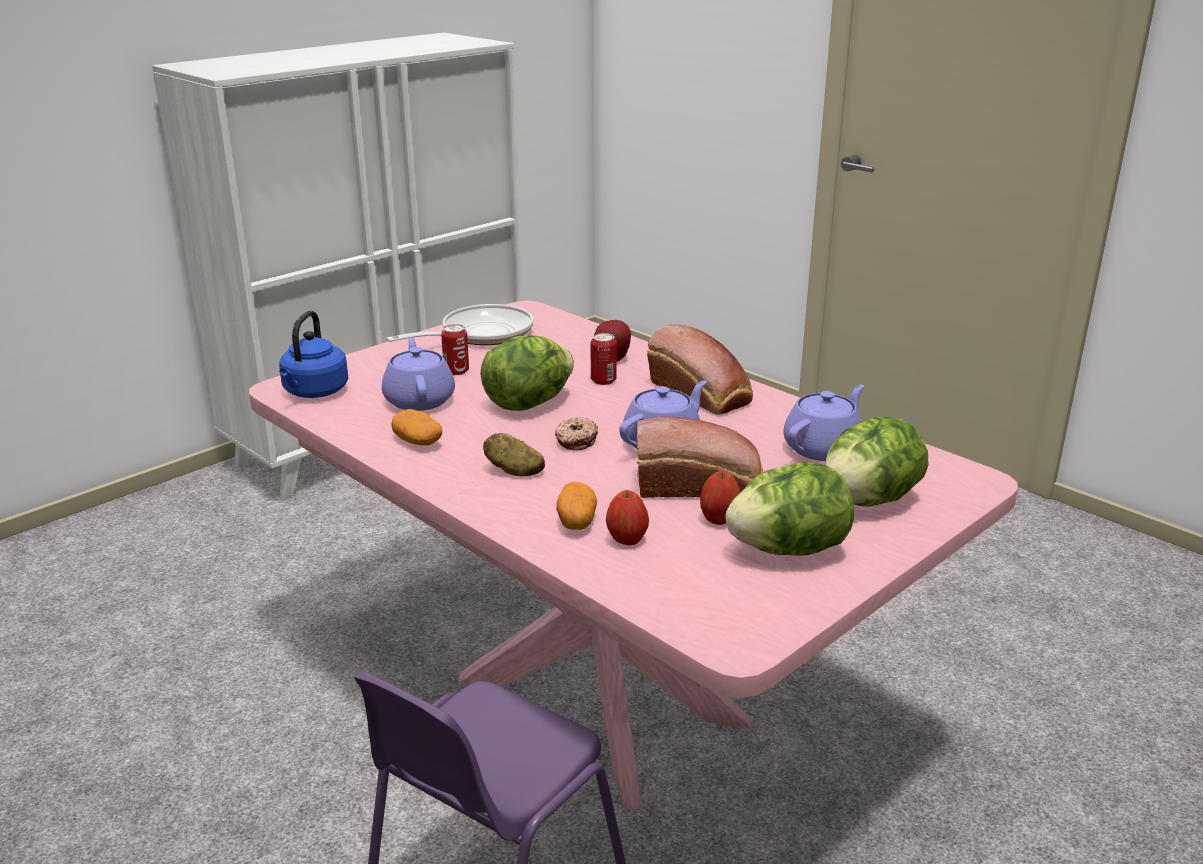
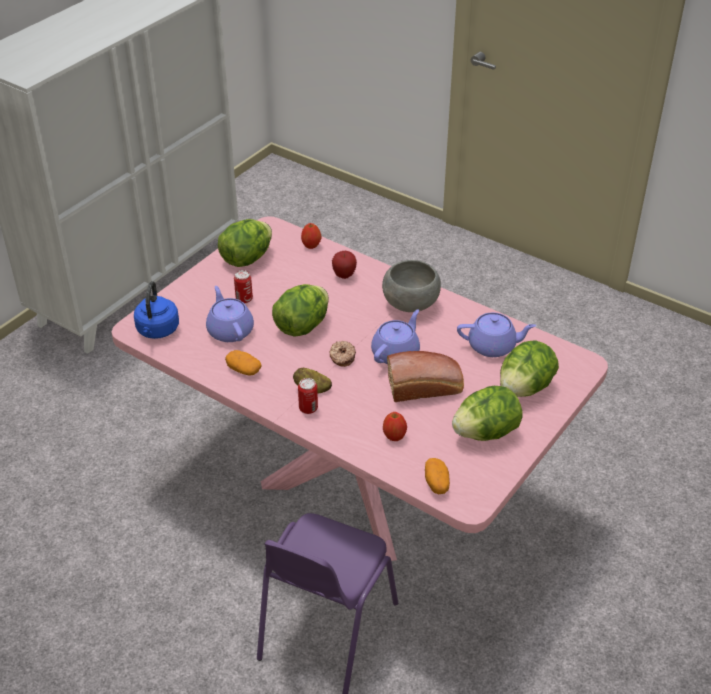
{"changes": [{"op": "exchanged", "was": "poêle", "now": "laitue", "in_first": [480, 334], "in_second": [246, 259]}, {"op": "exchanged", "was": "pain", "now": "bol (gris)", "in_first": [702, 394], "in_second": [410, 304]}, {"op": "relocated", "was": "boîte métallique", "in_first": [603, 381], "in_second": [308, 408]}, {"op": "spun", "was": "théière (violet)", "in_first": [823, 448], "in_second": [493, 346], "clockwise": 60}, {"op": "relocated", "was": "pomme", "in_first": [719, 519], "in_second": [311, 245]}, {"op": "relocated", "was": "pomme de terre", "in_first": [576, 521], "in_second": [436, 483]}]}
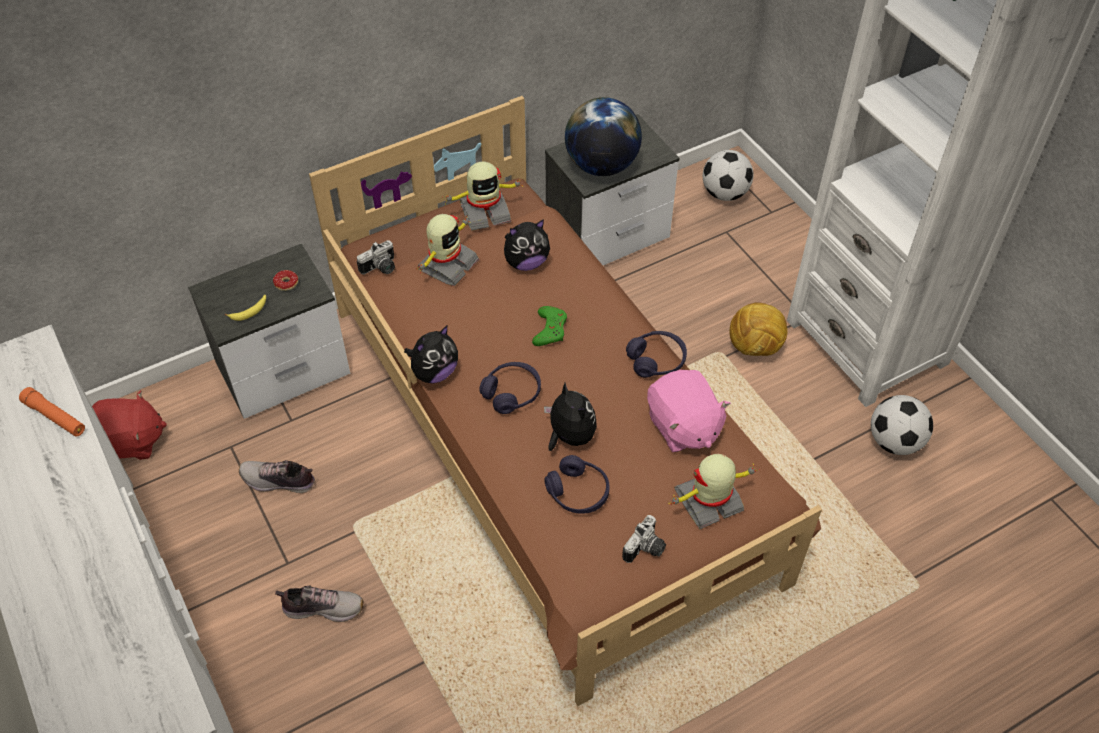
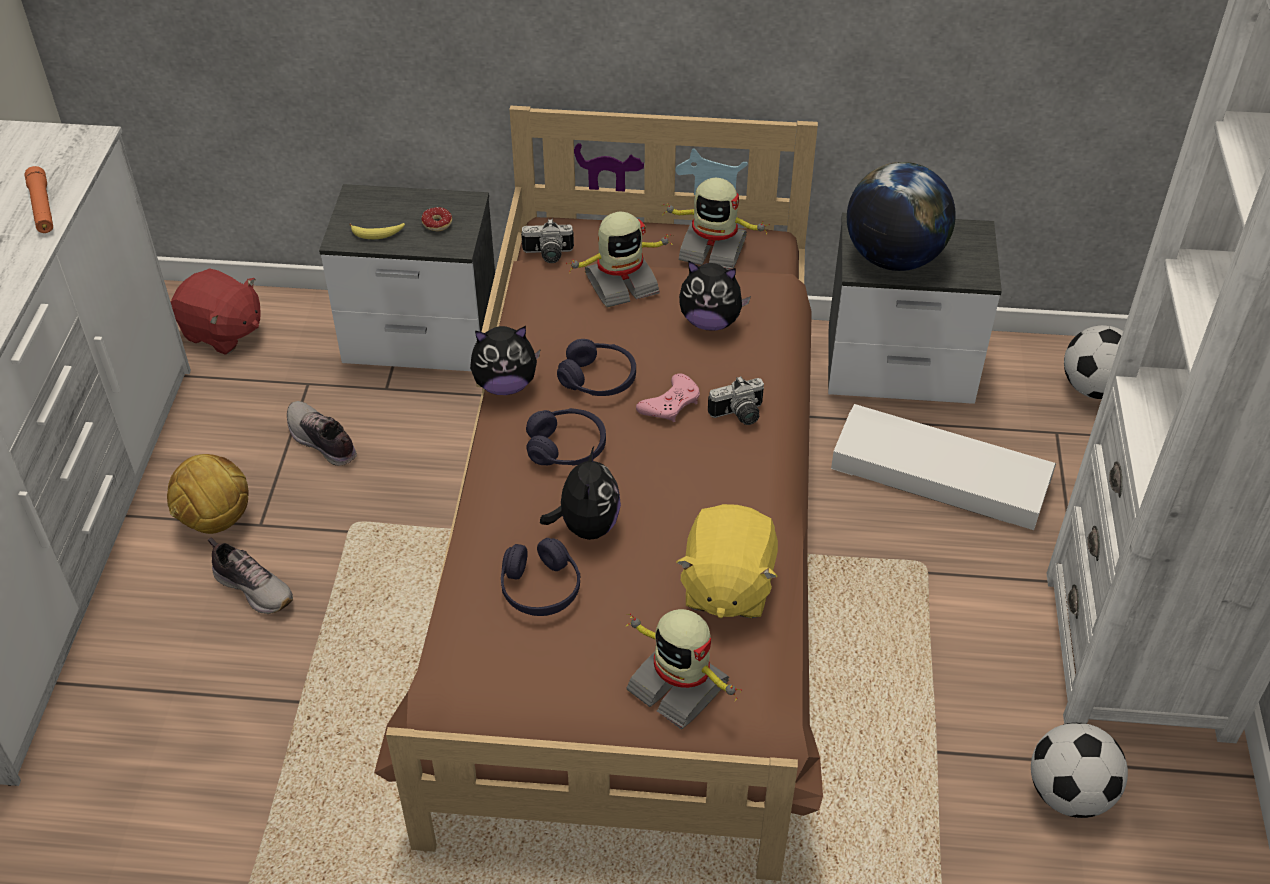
{"changes": [{"op": "relocated", "was": "ballon de foot", "in_first": [755, 348], "in_second": [216, 520]}, {"op": "colour", "was": "manette (vert)", "now": "manette (rose)", "in_first": [550, 329], "in_second": [671, 403]}, {"op": "relocated", "was": "casque audio (violet)", "in_first": [656, 360], "in_second": [598, 379]}, {"op": "colour", "was": "peluche (rose)", "now": "peluche (jaune)", "in_first": [682, 427], "in_second": [726, 586]}, {"op": "spun", "was": "robot jouet", "in_first": [709, 502], "in_second": [679, 685], "clockwise": -150}, {"op": "relocated", "was": "appareil photo", "in_first": [646, 549], "in_second": [739, 415]}, {"op": "appeared", "now": "boîte de rangement (blanc)", "in_second": [939, 475]}]}
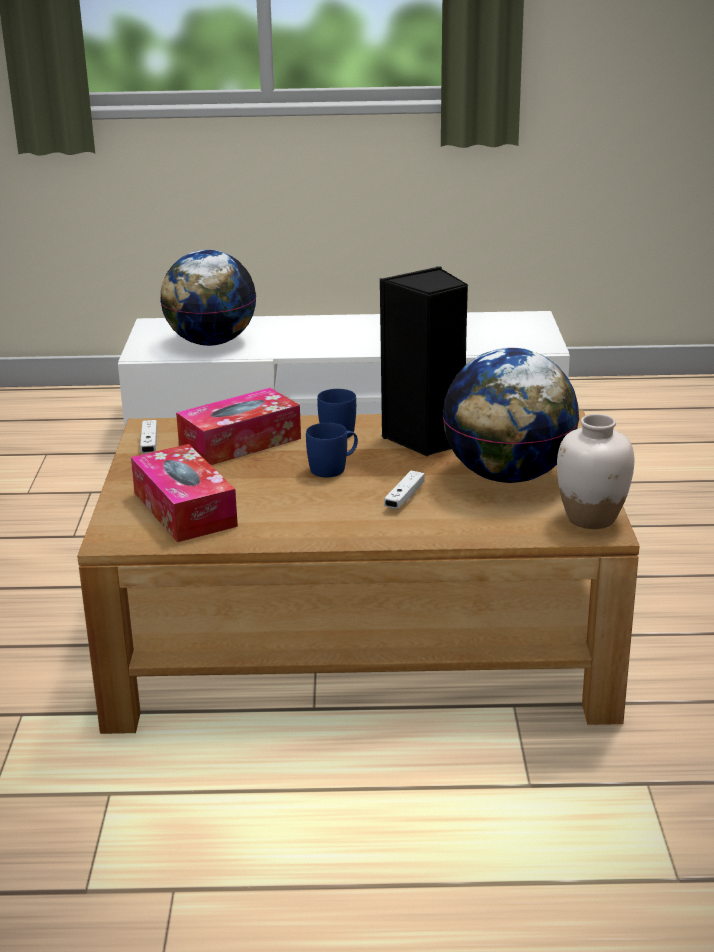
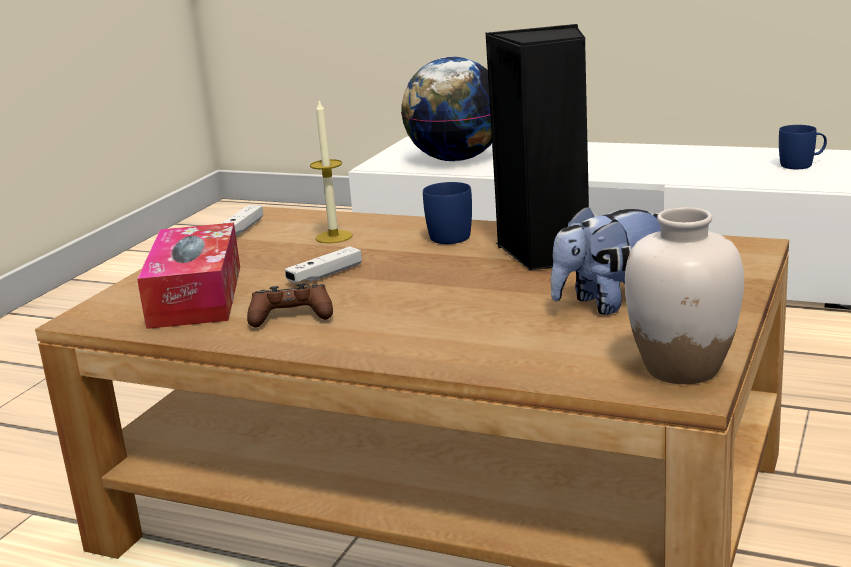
{"changes": [{"op": "exchanged", "was": "globe", "now": "peluche", "in_first": [507, 476], "in_second": [612, 303]}, {"op": "exchanged", "was": "boîte à mouchoirs", "now": "bougie", "in_first": [240, 442], "in_second": [334, 237]}, {"op": "relocated", "was": "mug (bleu)", "in_first": [334, 468], "in_second": [802, 164]}, {"op": "relocated", "was": "manette (blanc)", "in_first": [404, 498], "in_second": [325, 275]}, {"op": "appeared", "now": "manette (marron)", "in_second": [291, 316]}]}
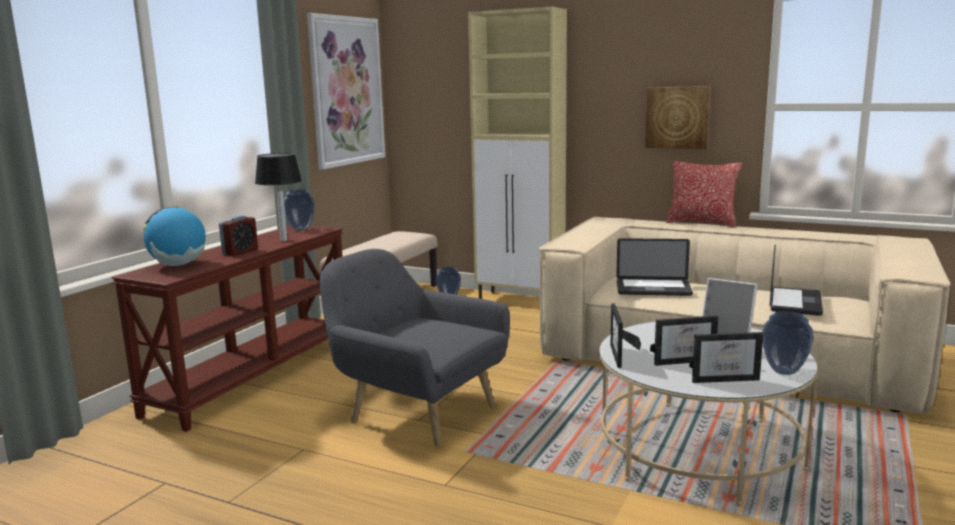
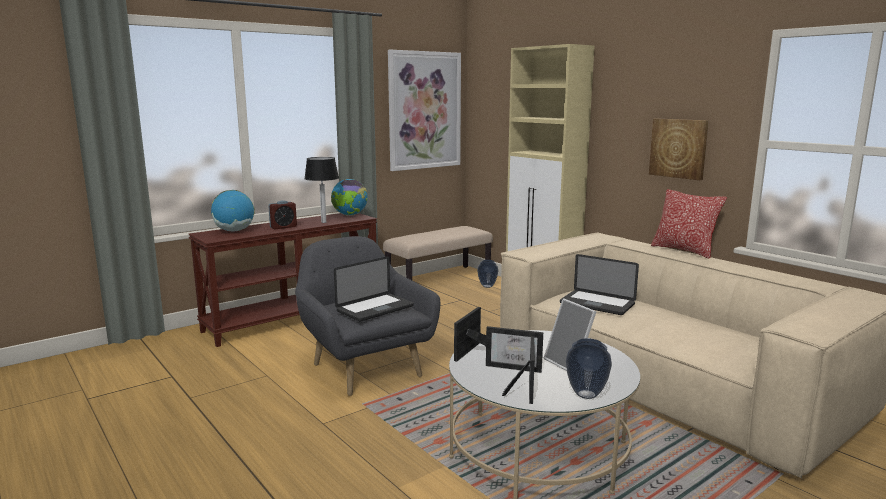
{"changes": [{"op": "exchanged", "was": "vase", "now": "globe", "in_first": [301, 229], "in_second": [350, 215]}, {"op": "relocated", "was": "ordinateur portable", "in_first": [795, 302], "in_second": [375, 308]}, {"op": "spun", "was": "cadre photo", "in_first": [724, 378], "in_second": [524, 388], "clockwise": -105}]}
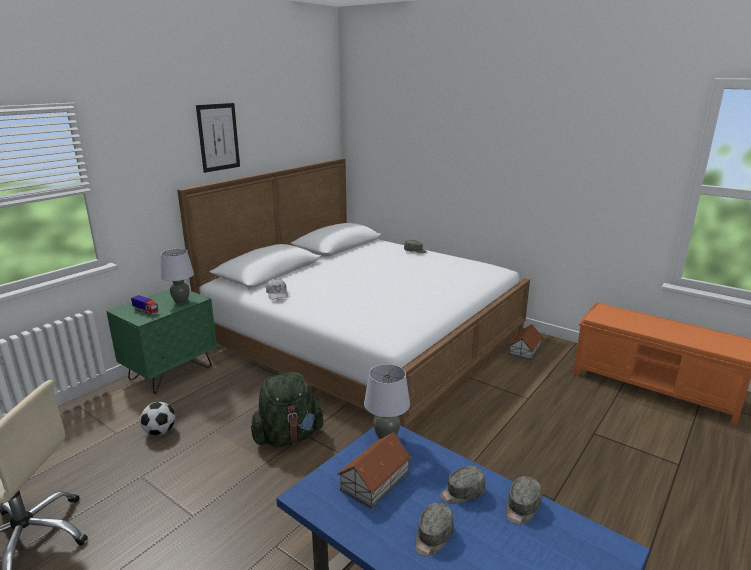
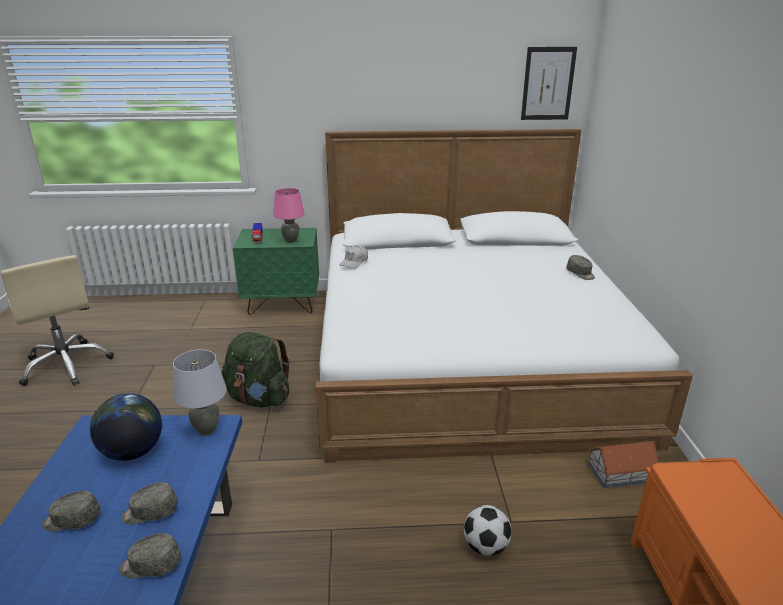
{"changes": [{"op": "relocated", "was": "tableau", "in_first": [218, 137], "in_second": [548, 84]}, {"op": "colour", "was": "lampe de table (gris)", "now": "lampe de table (rose)", "in_first": [181, 301], "in_second": [291, 240]}, {"op": "relocated", "was": "ballon de foot", "in_first": [160, 432], "in_second": [486, 546]}, {"op": "exchanged", "was": "maison miniature", "now": "globe", "in_first": [374, 482], "in_second": [133, 452]}, {"op": "spun", "was": "casquette (gris)", "in_first": [462, 493], "in_second": [150, 512], "clockwise": -45}]}
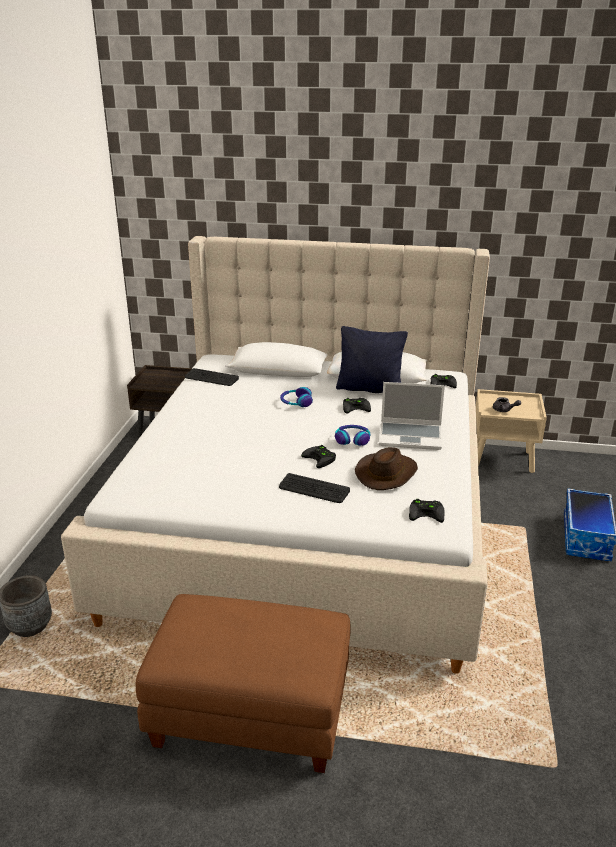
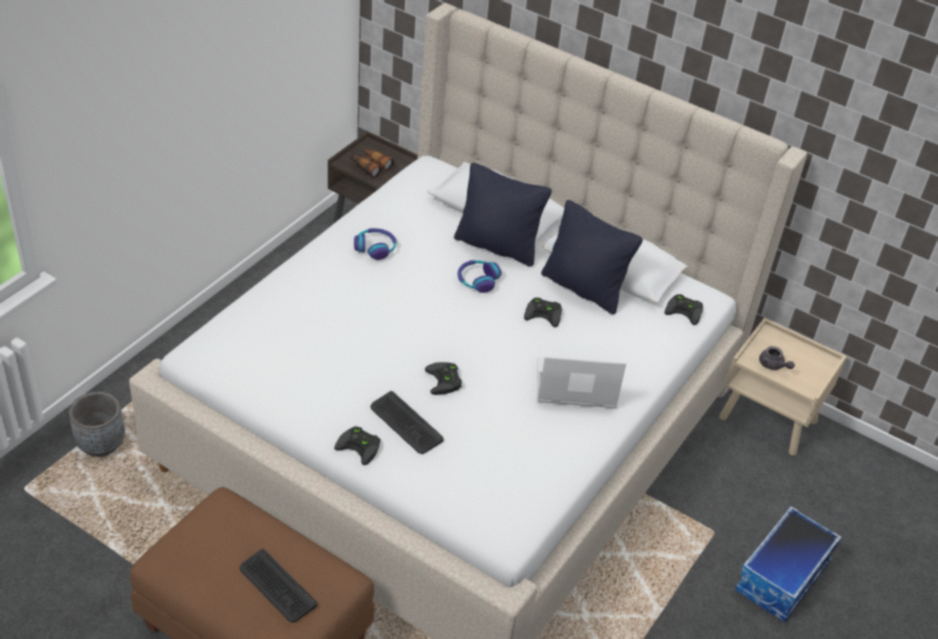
{"changes": [{"op": "relocated", "was": "clavier", "in_first": [211, 378], "in_second": [277, 586]}, {"op": "spun", "was": "ordinateur portable", "in_first": [411, 436], "in_second": [574, 386], "clockwise": 150}, {"op": "relocated", "was": "casque audio", "in_first": [352, 439], "in_second": [375, 248]}, {"op": "missing", "was": "chapeau (marron)", "in_first": [386, 473]}, {"op": "relocated", "was": "manette (noir)", "in_first": [427, 512], "in_second": [361, 446]}, {"op": "appeared", "now": "jumelles", "in_second": [370, 166]}, {"op": "appeared", "now": "coussin (noir)", "in_second": [497, 246]}]}
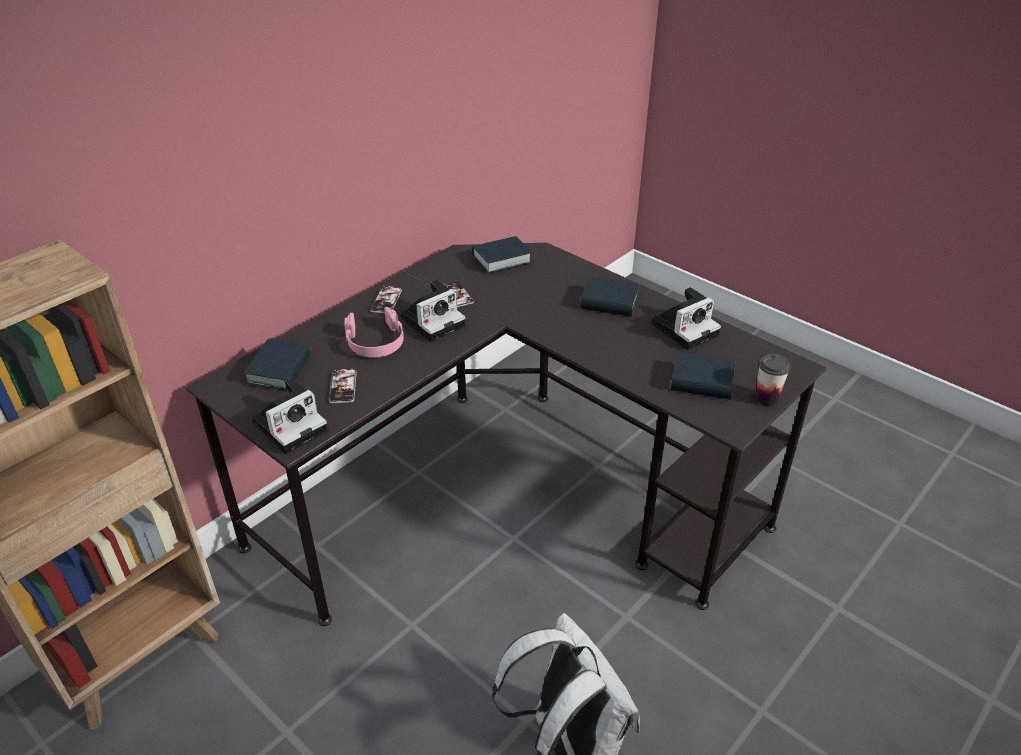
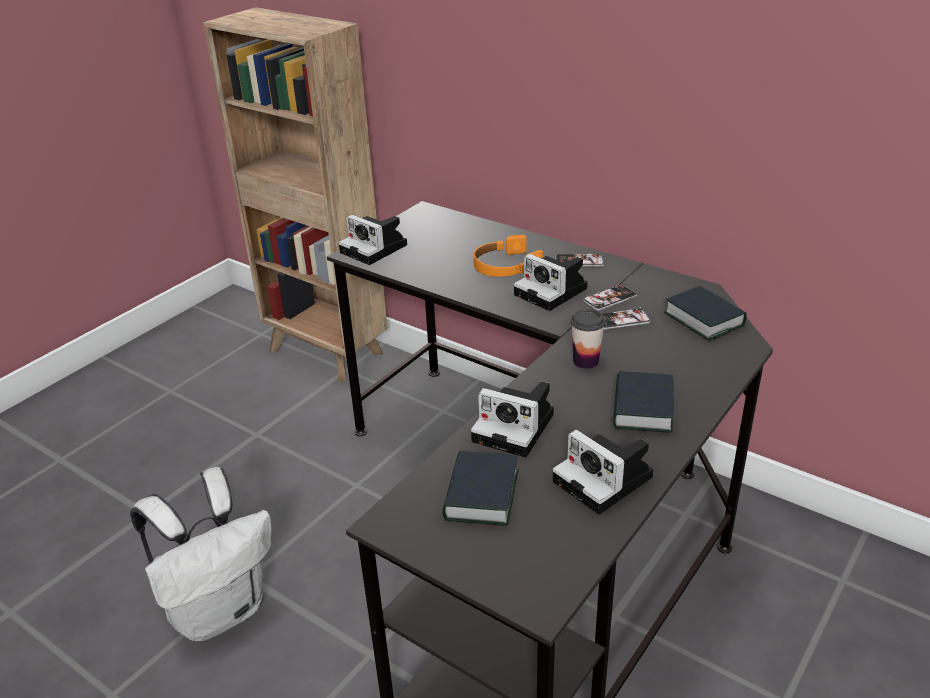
{"changes": [{"op": "colour", "was": "casque audio (rose)", "now": "casque audio (orange)", "in_first": [375, 341], "in_second": [505, 266]}, {"op": "missing", "was": "livre", "in_first": [279, 370]}, {"op": "relocated", "was": "tasse", "in_first": [766, 399], "in_second": [585, 361]}, {"op": "relocated", "was": "téléphone", "in_first": [343, 387], "in_second": [621, 320]}, {"op": "appeared", "now": "appareil photo", "in_second": [517, 428]}]}
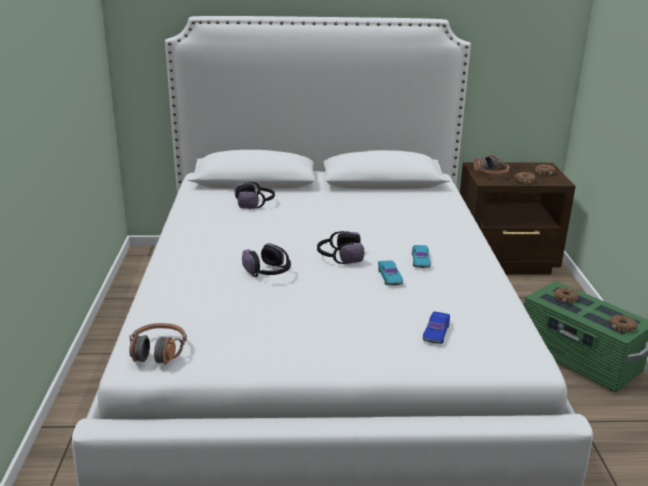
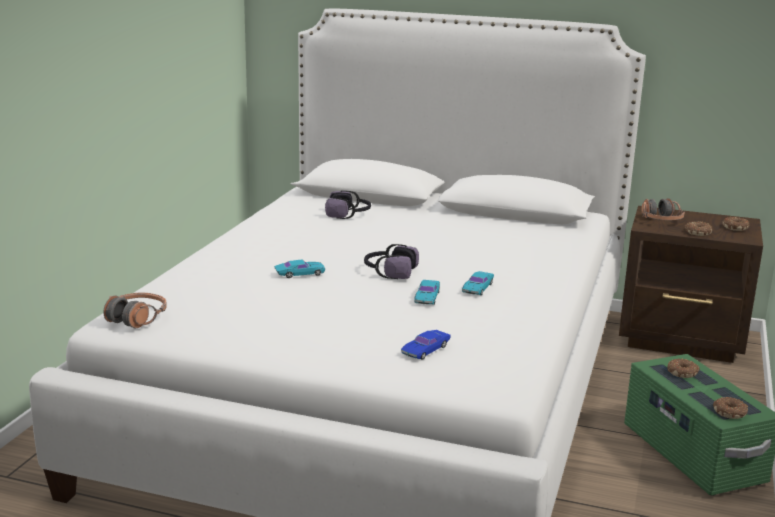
{"changes": [{"op": "exchanged", "was": "casque audio", "now": "petite voiture (turquoise)", "in_first": [268, 272], "in_second": [300, 273]}]}
